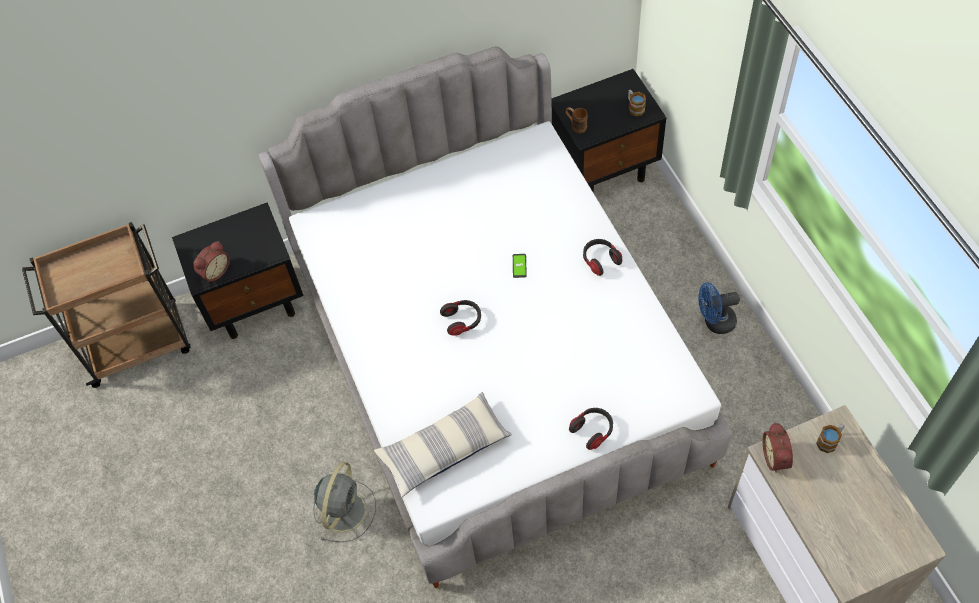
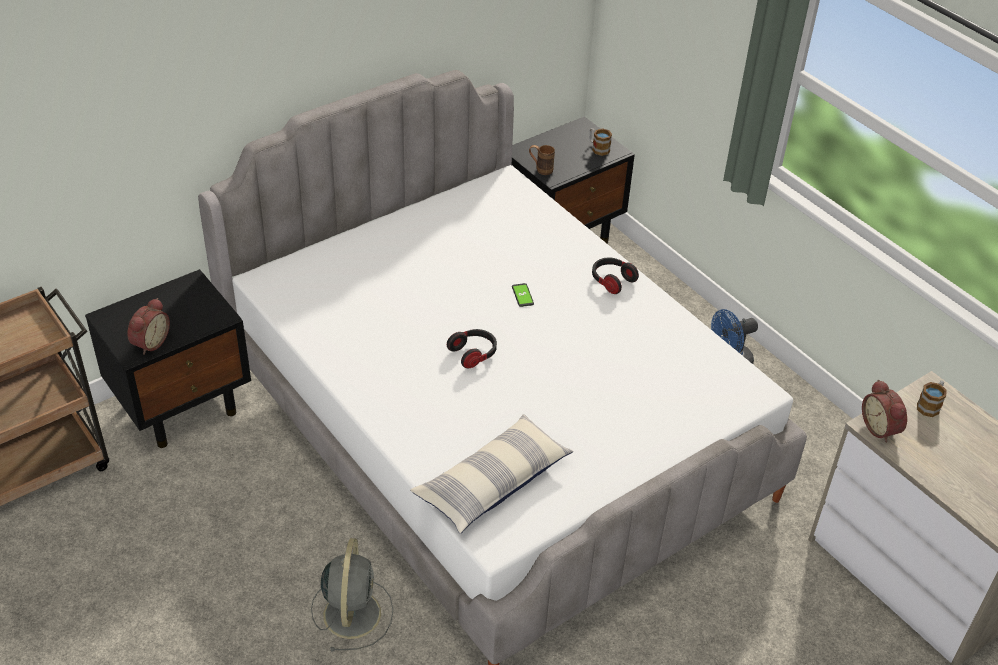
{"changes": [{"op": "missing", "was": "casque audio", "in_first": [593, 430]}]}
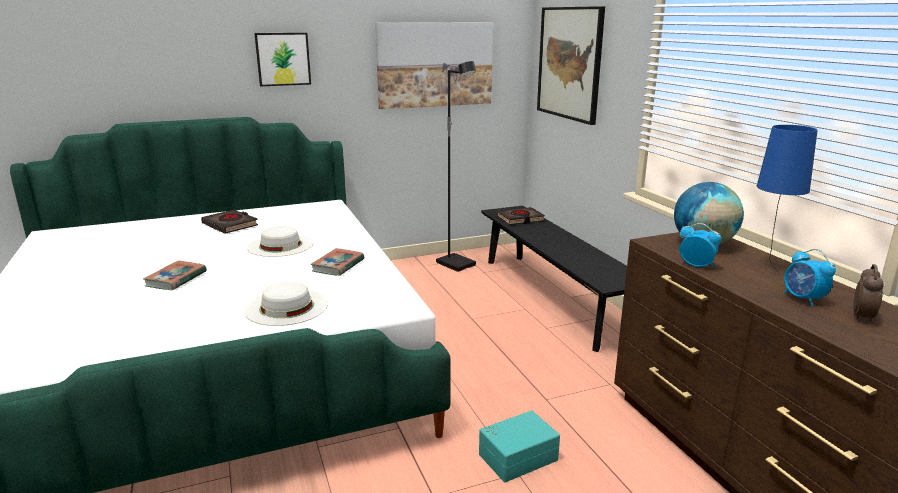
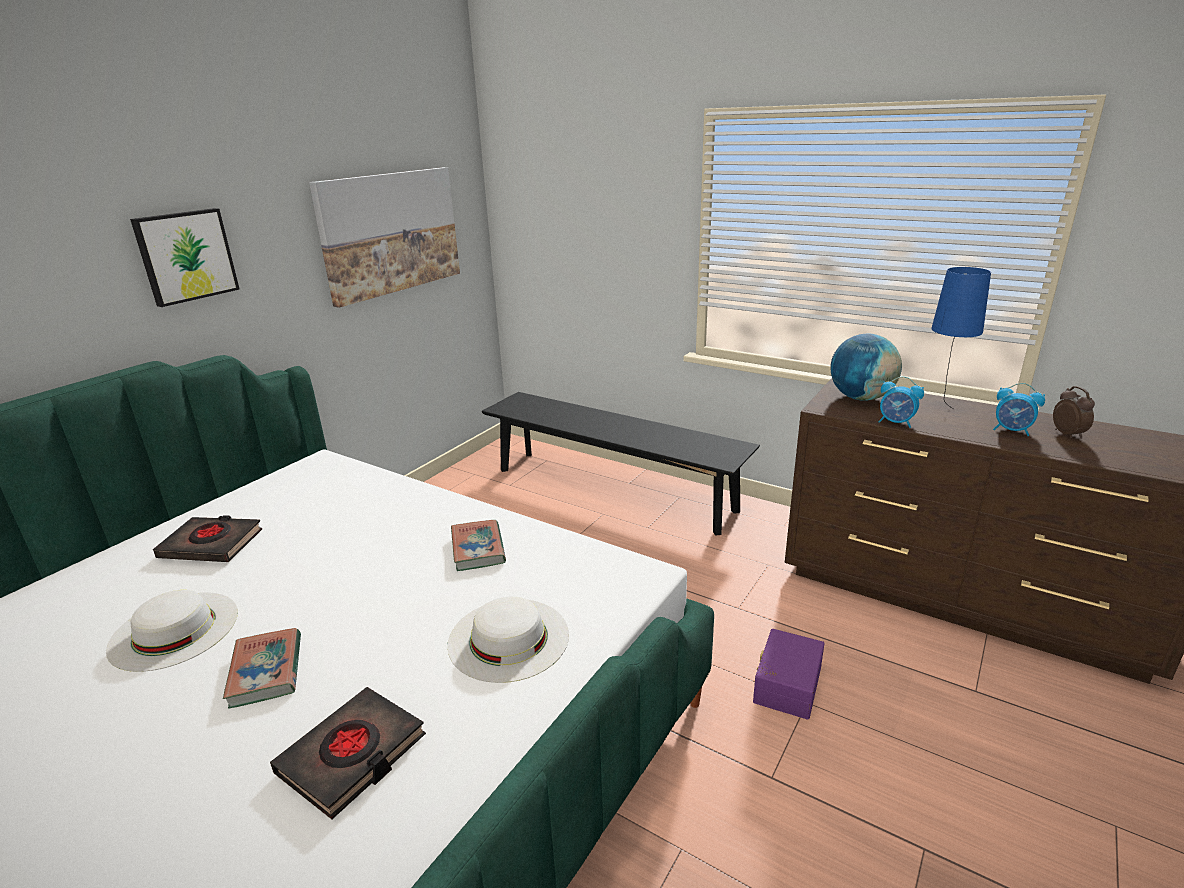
{"changes": [{"op": "missing", "was": "tableau", "in_first": [569, 63]}, {"op": "missing", "was": "lampadaire (noir)", "in_first": [457, 264]}, {"op": "relocated", "was": "livre (noir)", "in_first": [520, 219], "in_second": [352, 755]}, {"op": "spun", "was": "réveil", "in_first": [696, 265], "in_second": [896, 423], "clockwise": -150}, {"op": "relocated", "was": "chapeau (blanc)", "in_first": [280, 245], "in_second": [174, 630]}, {"op": "colour", "was": "boîte de rangement (turquoise)", "now": "boîte de rangement (violet)", "in_first": [517, 456], "in_second": [785, 684]}]}
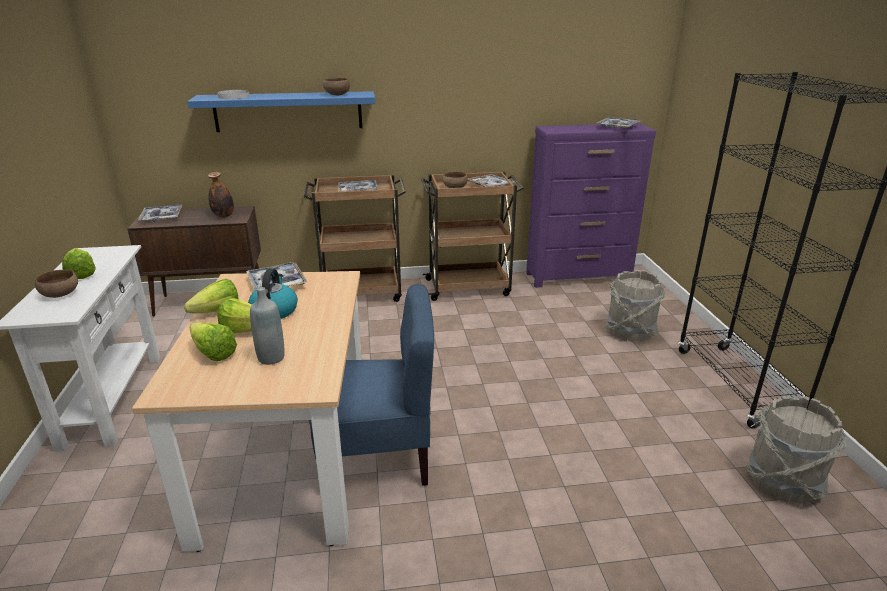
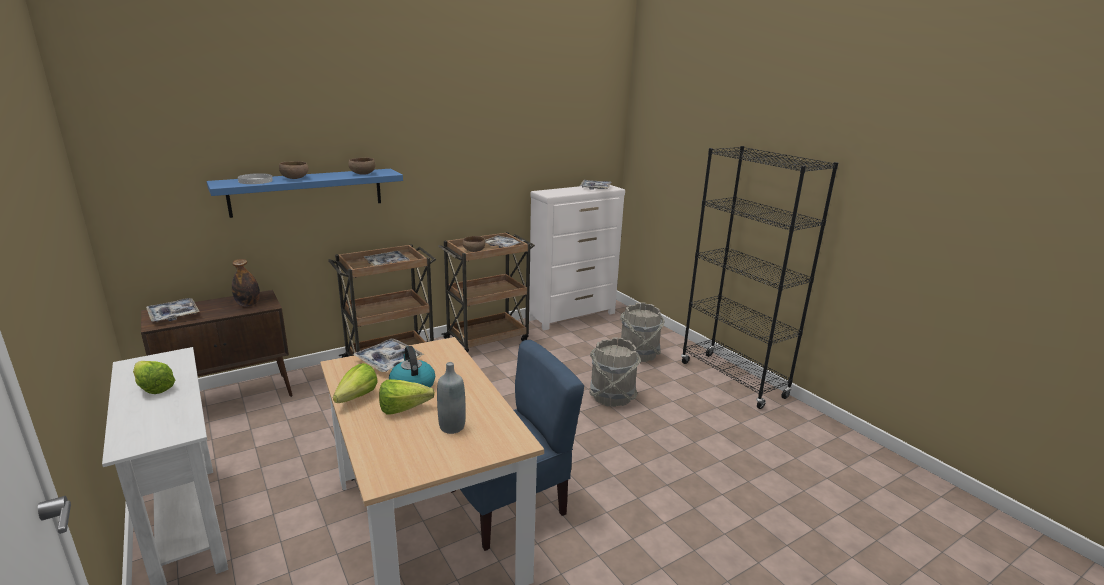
{"changes": [{"op": "colour", "was": "commode (violet)", "now": "commode (blanc)", "in_first": [579, 277], "in_second": [573, 316]}, {"op": "relocated", "was": "bol (marron)", "in_first": [61, 294], "in_second": [295, 178]}, {"op": "missing", "was": "laitue", "in_first": [212, 352]}, {"op": "relocated", "was": "seau (gris)", "in_first": [782, 482], "in_second": [612, 396]}]}
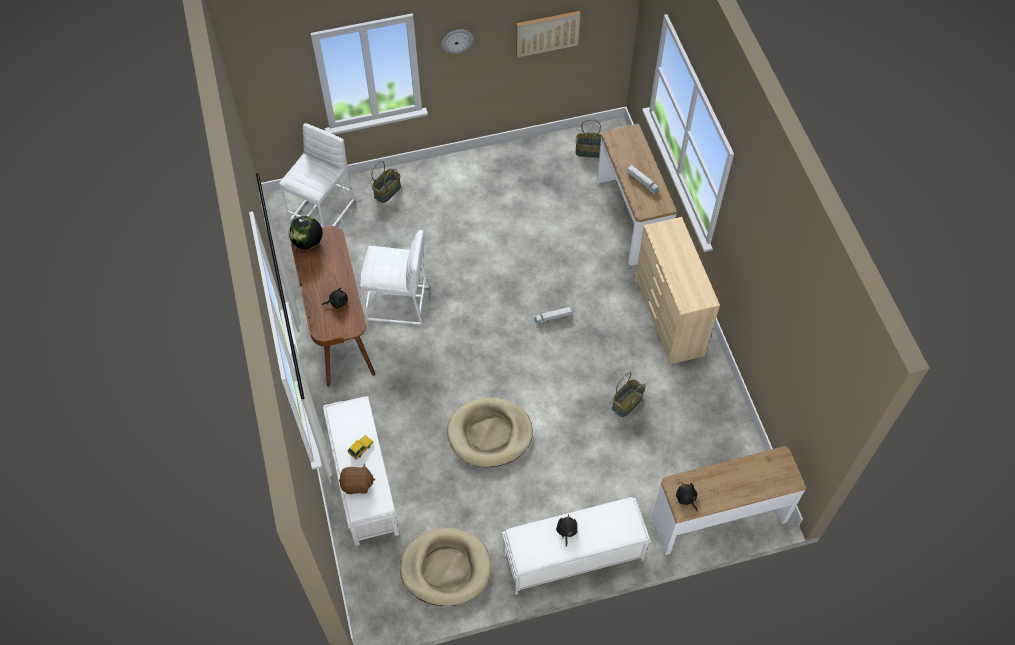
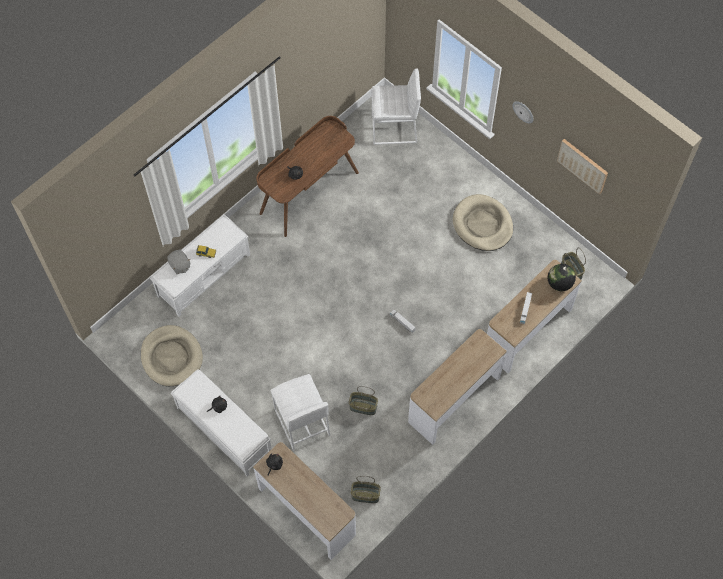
{"changes": [{"op": "relocated", "was": "panier", "in_first": [387, 191], "in_second": [366, 494]}, {"op": "relocated", "was": "globe", "in_first": [308, 242], "in_second": [559, 283]}, {"op": "exchanged", "was": "commode (beige)", "now": "table console", "in_first": [668, 317], "in_second": [454, 399]}, {"op": "relocated", "was": "tabouret (blanc)", "in_first": [398, 304], "in_second": [301, 423]}, {"op": "relocated", "was": "panier pour chien (beige)", "in_first": [489, 434], "in_second": [482, 224]}, {"op": "colour", "was": "peluche (marron)", "now": "peluche (gris)", "in_first": [357, 484], "in_second": [179, 265]}]}
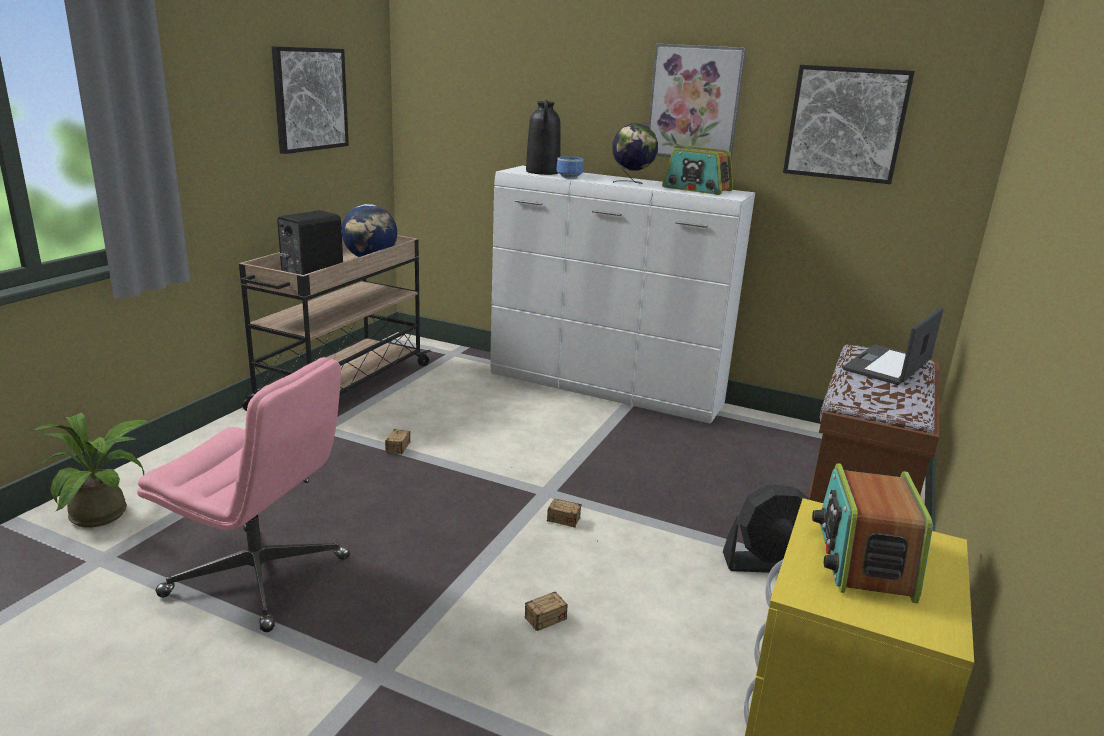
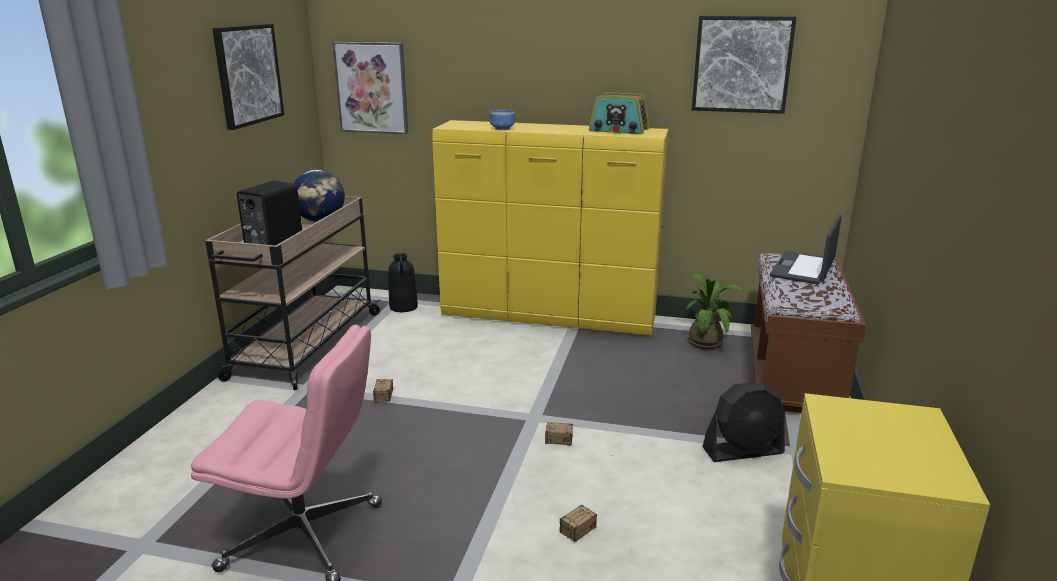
{"changes": [{"op": "relocated", "was": "tableau", "in_first": [694, 103], "in_second": [372, 88]}, {"op": "relocated", "was": "vase (noir)", "in_first": [543, 172], "in_second": [404, 307]}, {"op": "missing", "was": "globe", "in_first": [632, 183]}, {"op": "colour", "was": "commode (blanc)", "now": "commode (jaune)", "in_first": [605, 391], "in_second": [549, 317]}, {"op": "relocated", "was": "plante en pot", "in_first": [106, 513], "in_second": [706, 341]}, {"op": "missing", "was": "radio", "in_first": [863, 559]}]}
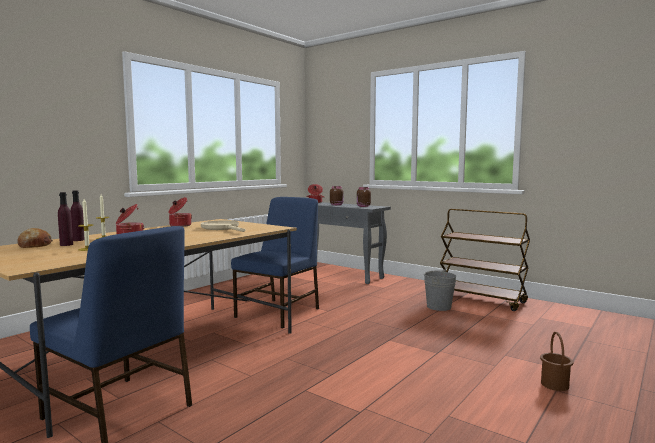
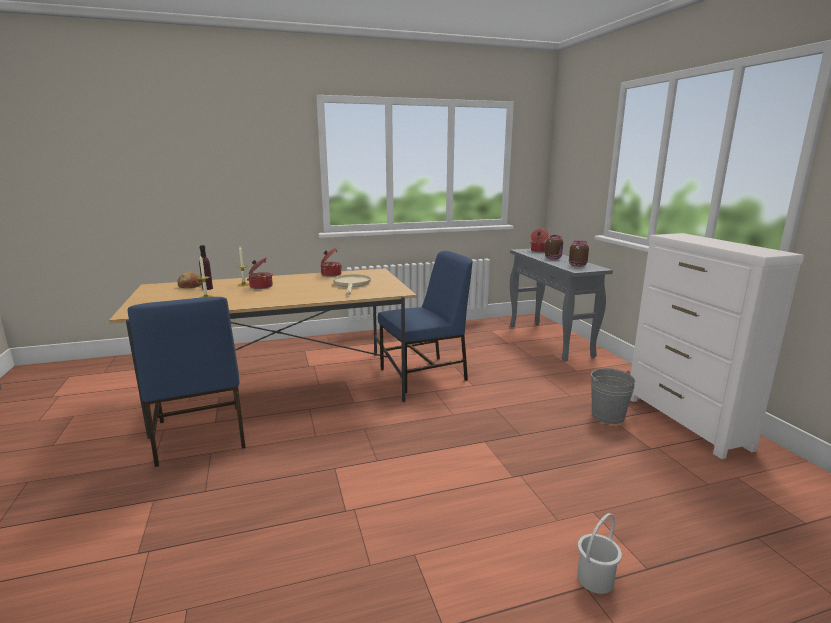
{"changes": [{"op": "missing", "was": "bouteille (violet)", "in_first": [78, 240]}, {"op": "exchanged", "was": "chariot (marron)", "now": "commode (blanc)", "in_first": [481, 300], "in_second": [685, 422]}, {"op": "colour", "was": "seau (marron)", "now": "seau (blanc)", "in_first": [555, 384], "in_second": [596, 579]}]}
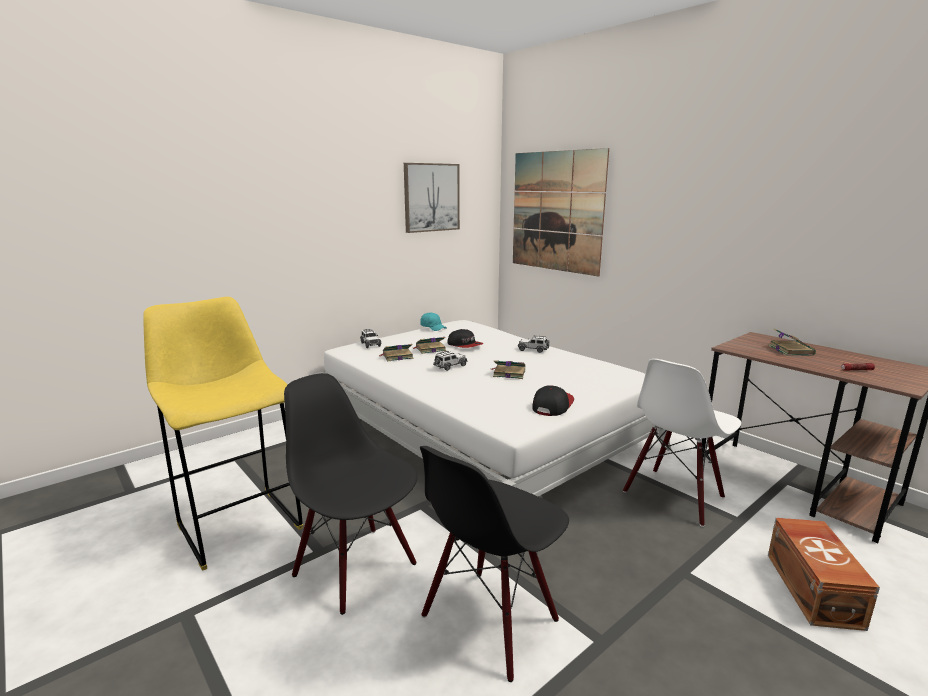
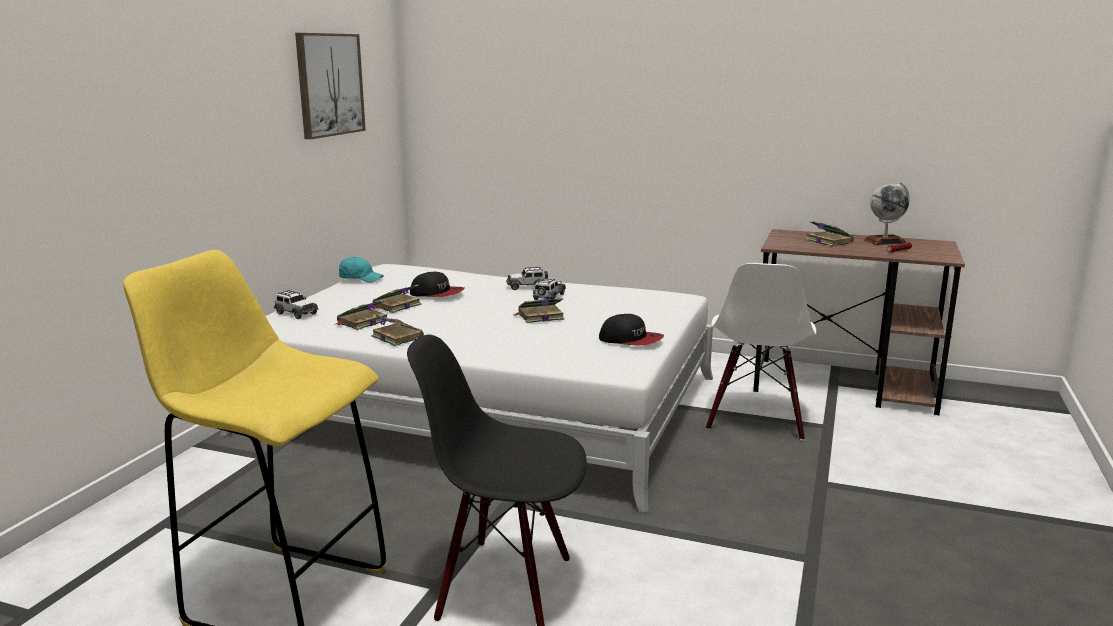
{"changes": [{"op": "missing", "was": "tableau", "in_first": [556, 211]}, {"op": "relocated", "was": "petite voiture", "in_first": [450, 366], "in_second": [549, 297]}, {"op": "spun", "was": "casquette", "in_first": [552, 405], "in_second": [631, 340], "clockwise": 120}, {"op": "missing", "was": "chaise (noir)", "in_first": [490, 620]}, {"op": "missing", "was": "boîte de rangement (marron)", "in_first": [814, 588]}, {"op": "appeared", "now": "globe", "in_second": [885, 241]}, {"op": "appeared", "now": "livre", "in_second": [396, 337]}]}
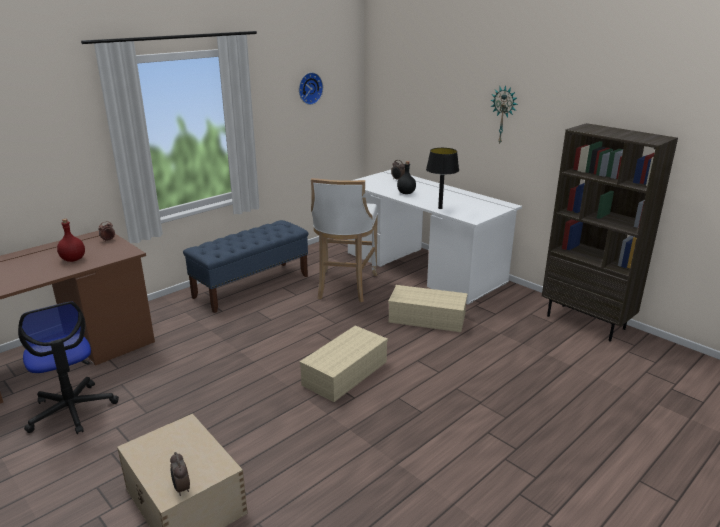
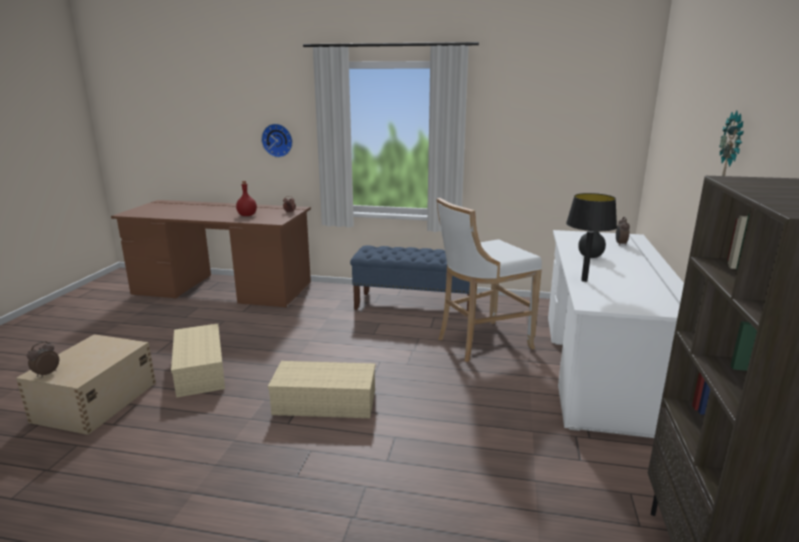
{"changes": [{"op": "relocated", "was": "horloge murale", "in_first": [309, 88], "in_second": [278, 140]}, {"op": "relocated", "was": "boîte de rangement (beige)", "in_first": [428, 318], "in_second": [201, 371]}, {"op": "missing", "was": "chaise de bureau", "in_first": [72, 410]}]}
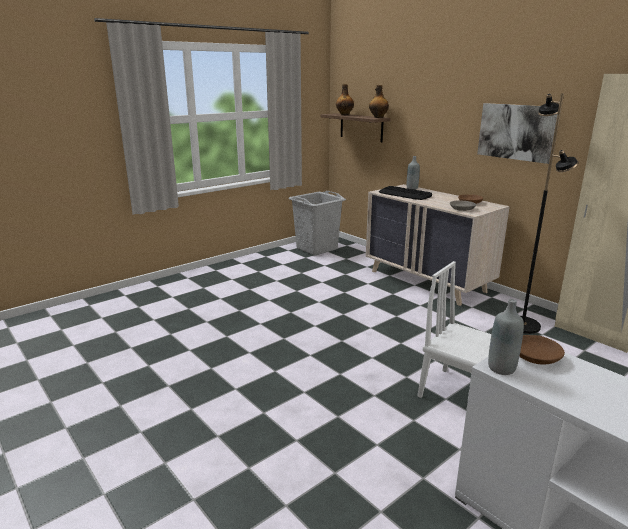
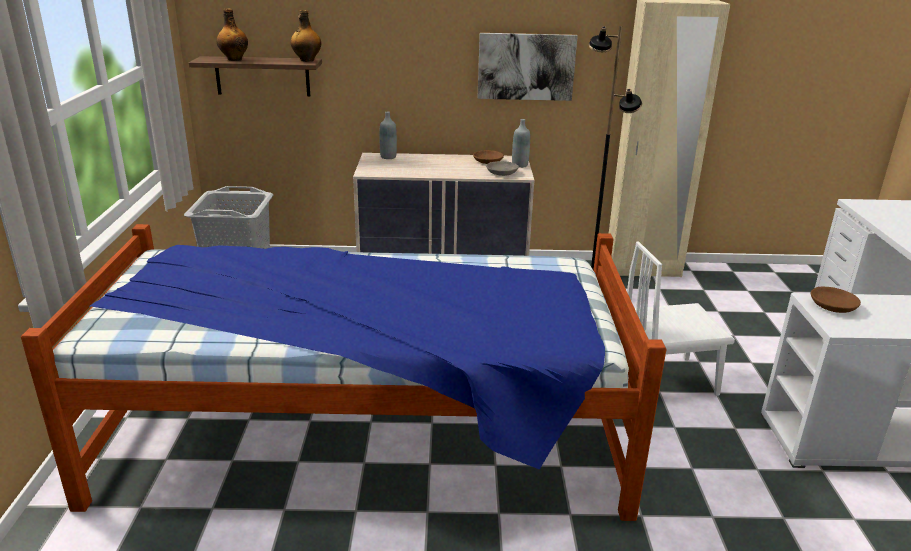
{"changes": [{"op": "missing", "was": "clavier", "in_first": [405, 194]}, {"op": "relocated", "was": "bouteille (gris)", "in_first": [501, 368], "in_second": [520, 165]}, {"op": "appeared", "now": "lit", "in_second": [368, 436]}]}
